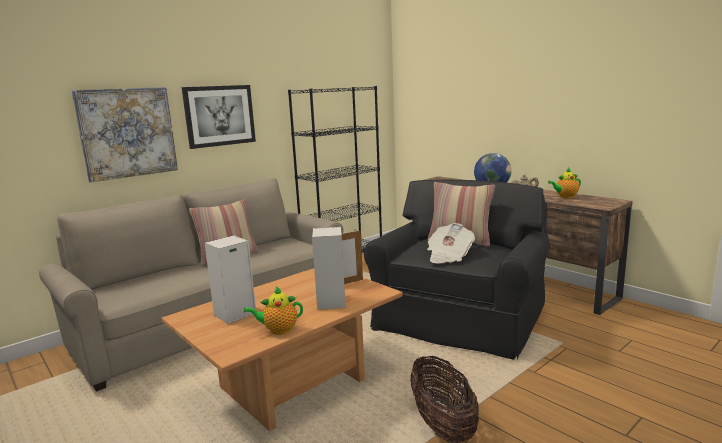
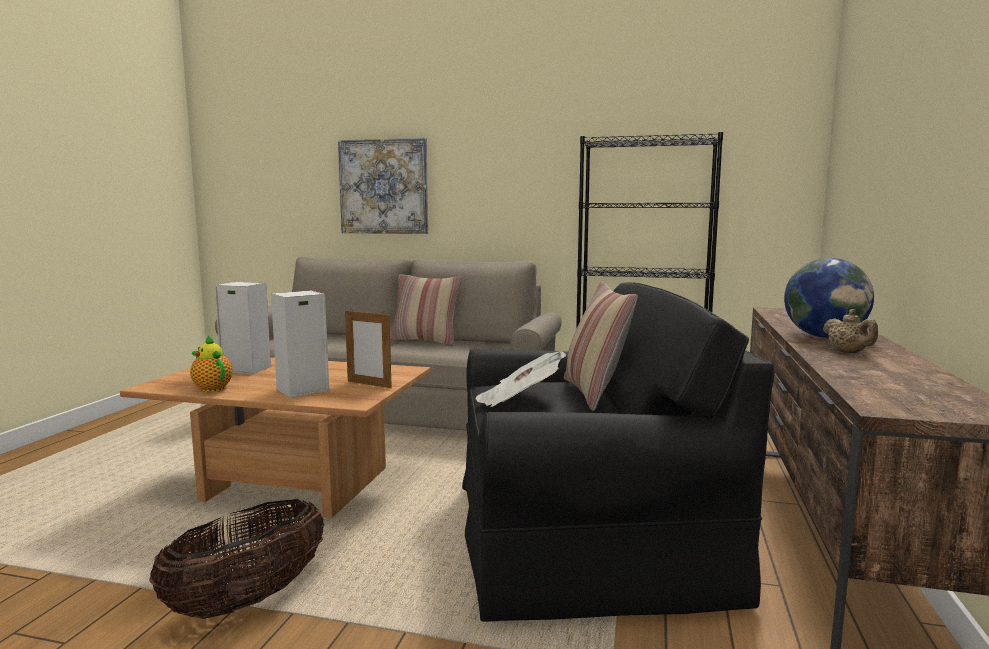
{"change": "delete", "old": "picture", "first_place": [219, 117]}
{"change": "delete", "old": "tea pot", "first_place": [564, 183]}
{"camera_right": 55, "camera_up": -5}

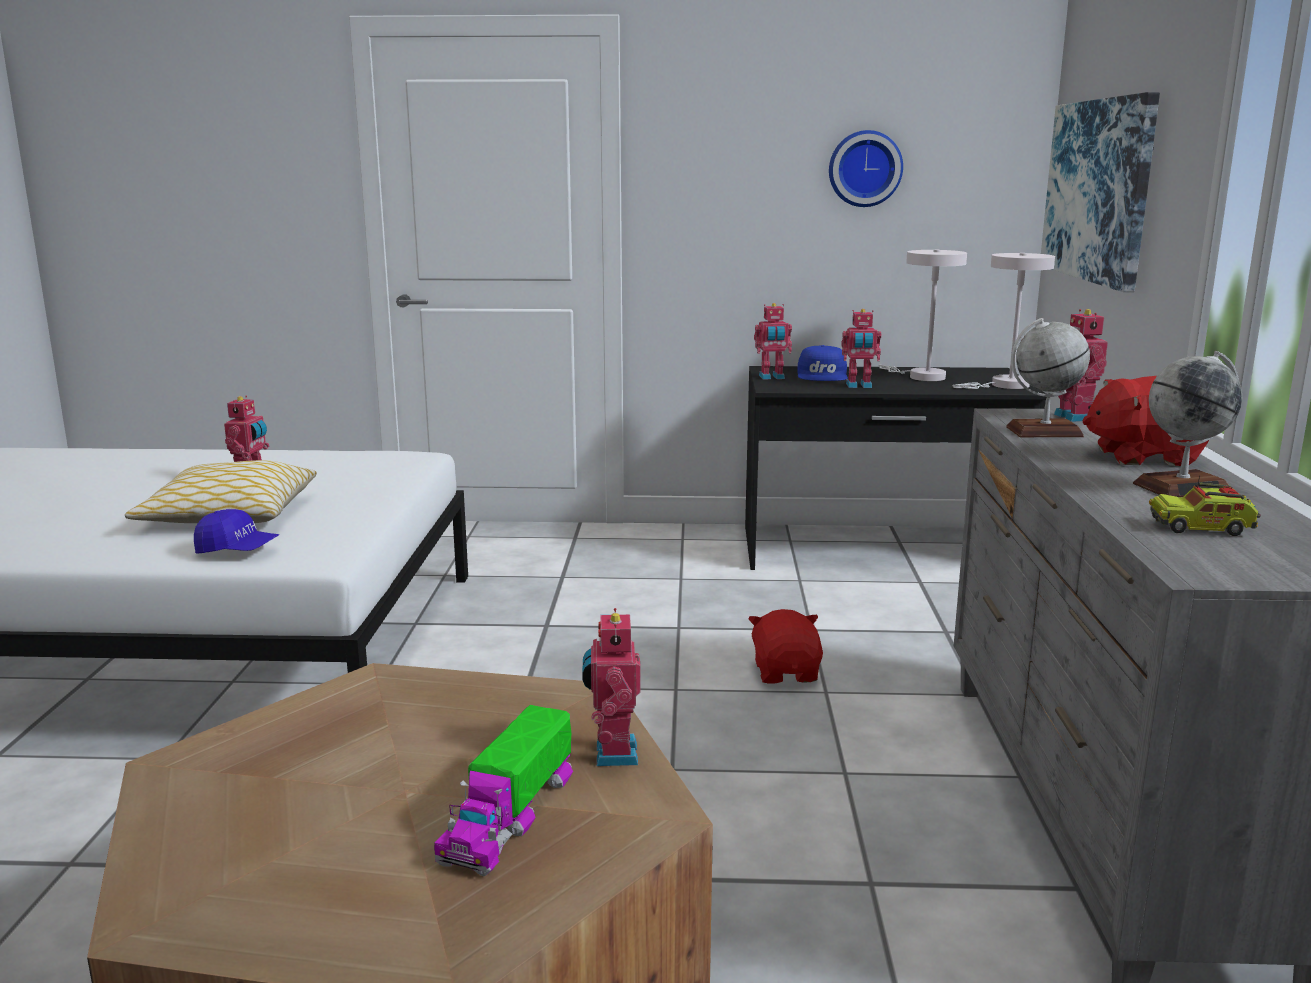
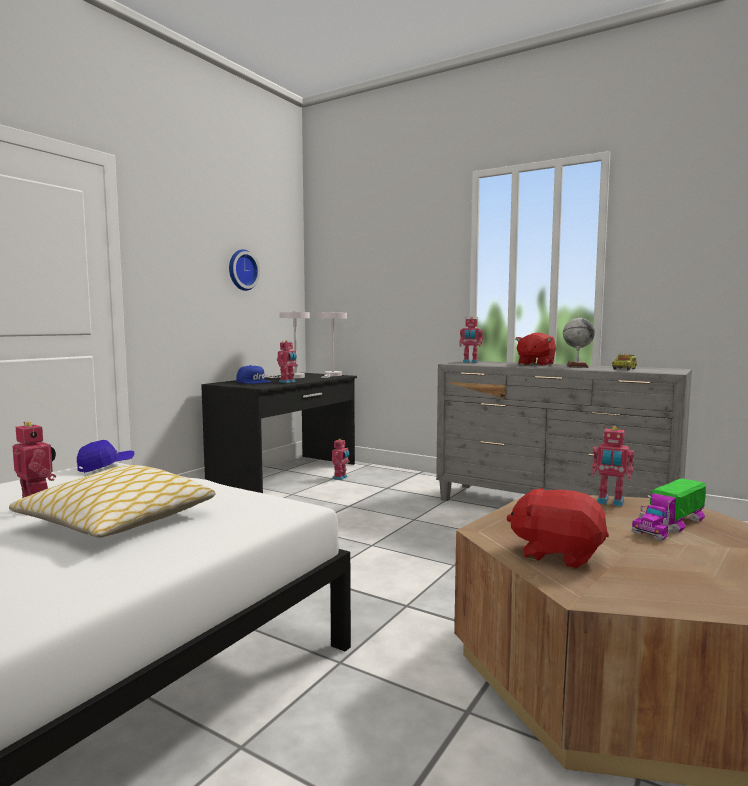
{"change": "delete", "old": "picture", "first_place": [1100, 192]}
{"change": "move", "old": "robot figure", "first_place": [773, 341], "second_place": [341, 459]}
{"change": "delete", "old": "world globe", "first_place": [1048, 377]}
{"change": "move", "old": "peaked cap in blue-coloured", "first_place": [236, 531], "second_place": [106, 456]}
{"change": "move", "old": "cuddly toy in red", "first_place": [785, 646], "second_place": [557, 528]}
{"change": "rotate", "old": "toy truck", "first_place": [503, 790], "second_place": [669, 509], "degrees": 90}
{"camera_right": -60, "camera_up": -10}

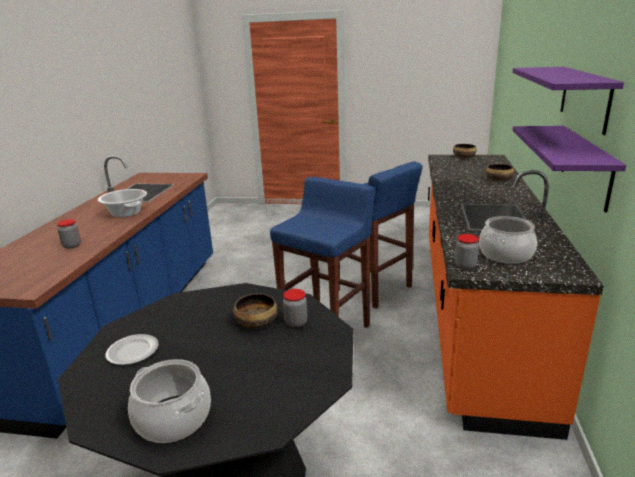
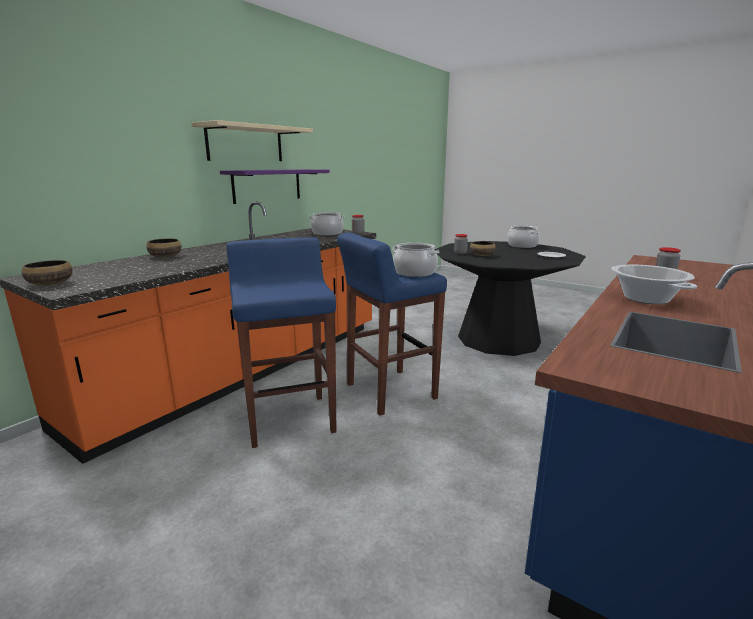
{"change": "recolor", "old": "wall shelf in purple", "new": "wall shelf in beige-coloured", "first_place": [568, 101], "second_place": [252, 140]}
{"change": "insert", "new": "saucepot", "second_place": [416, 260]}
{"camera_right": -155, "camera_up": -5}

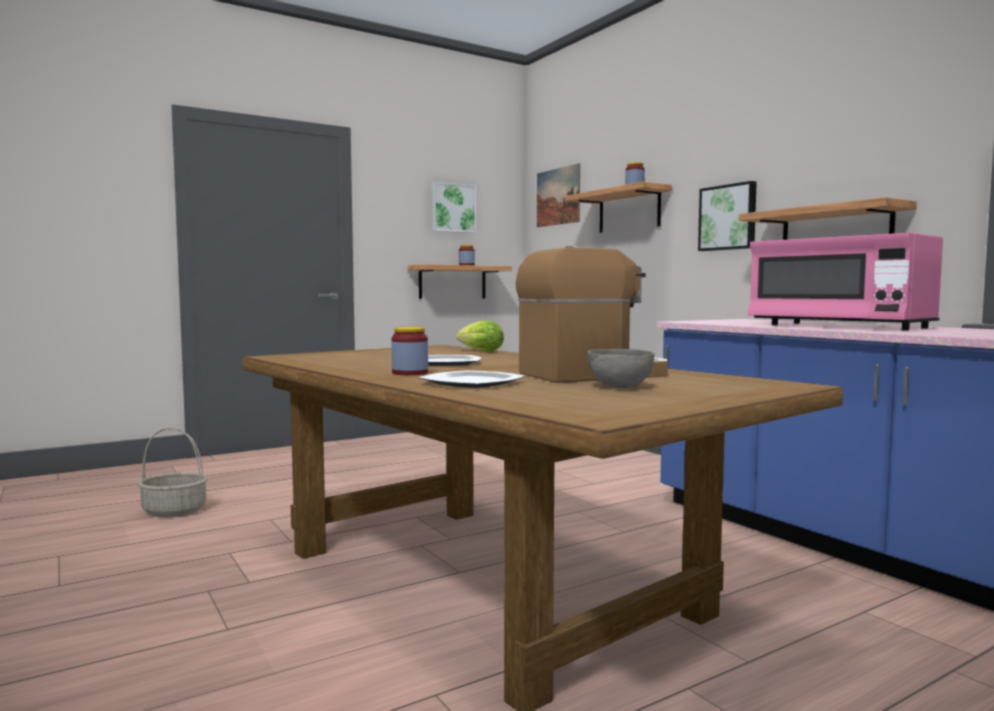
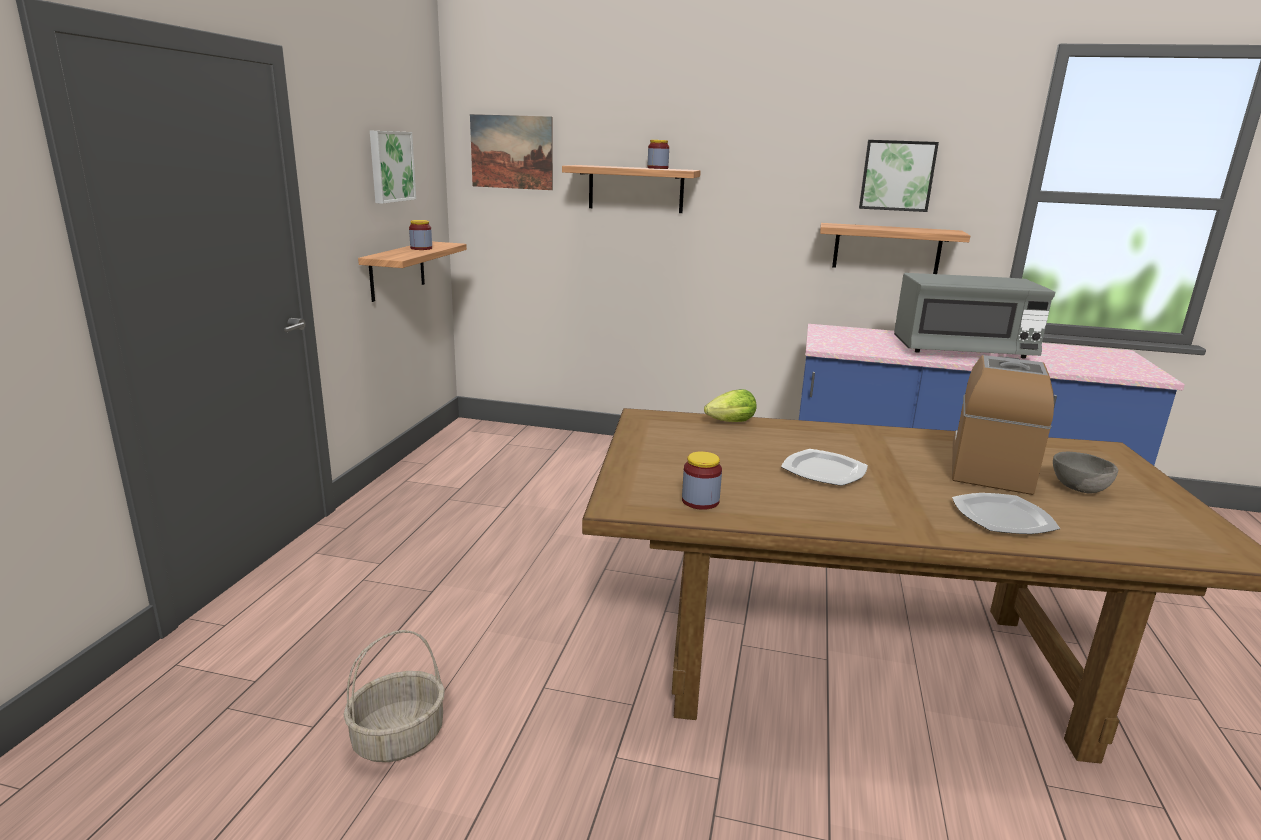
{"change": "move", "old": "picture", "first_place": [727, 216], "second_place": [899, 176]}
{"change": "recolor", "old": "kitchen microwave in pink-coloured", "new": "kitchen microwave in gray", "first_place": [845, 281], "second_place": [974, 316]}
{"change": "move", "old": "jar", "first_place": [409, 351], "second_place": [702, 480]}
{"camera_right": -45, "camera_up": 15}

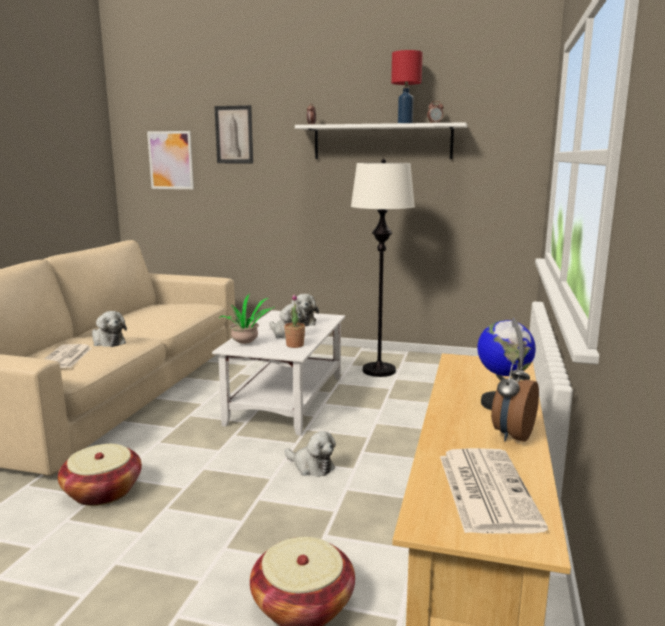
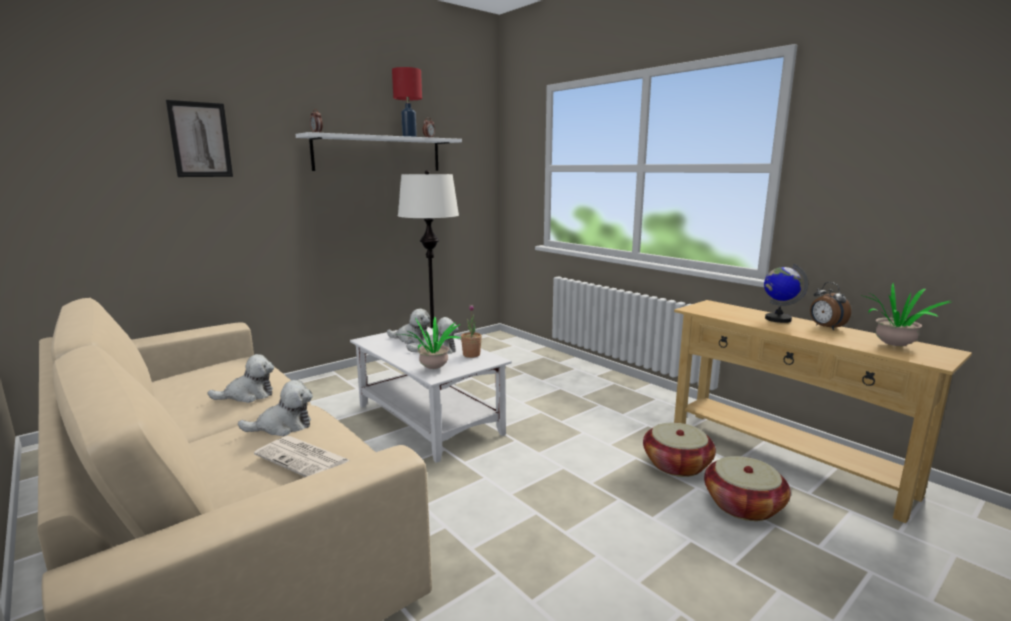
{"change": "delete", "old": "picture", "first_place": [170, 160]}
{"change": "move", "old": "cuddly toy", "first_place": [310, 454], "second_place": [240, 378]}
{"change": "move", "old": "storage basket", "first_place": [100, 475], "second_place": [679, 450]}
{"change": "replace", "old": "printed paper", "new": "plant in a pot", "first_place": [494, 491], "second_place": [905, 314]}
{"camera_right": -55, "camera_up": 0}

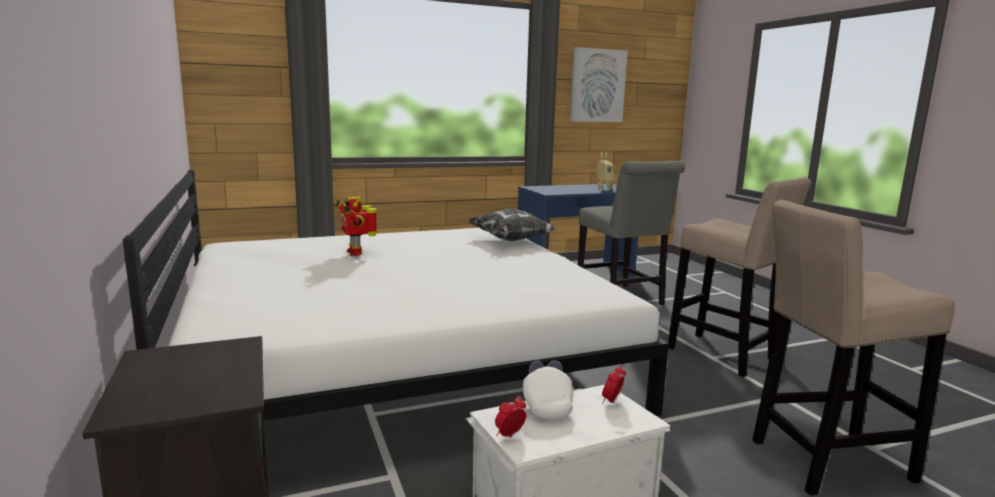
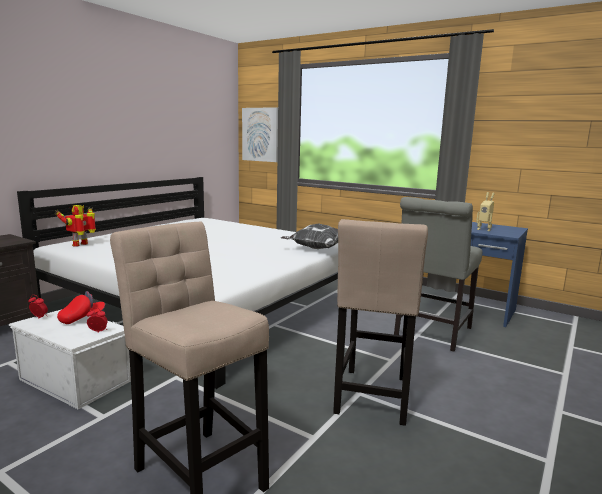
{"change": "move", "old": "picture", "first_place": [598, 84], "second_place": [260, 134]}
{"change": "move", "old": "robot figure", "first_place": [356, 226], "second_place": [75, 226]}
{"change": "recolor", "old": "peaked cap in whitish", "new": "peaked cap in red", "first_place": [548, 390], "second_place": [81, 307]}
{"camera_right": 55, "camera_up": 0}

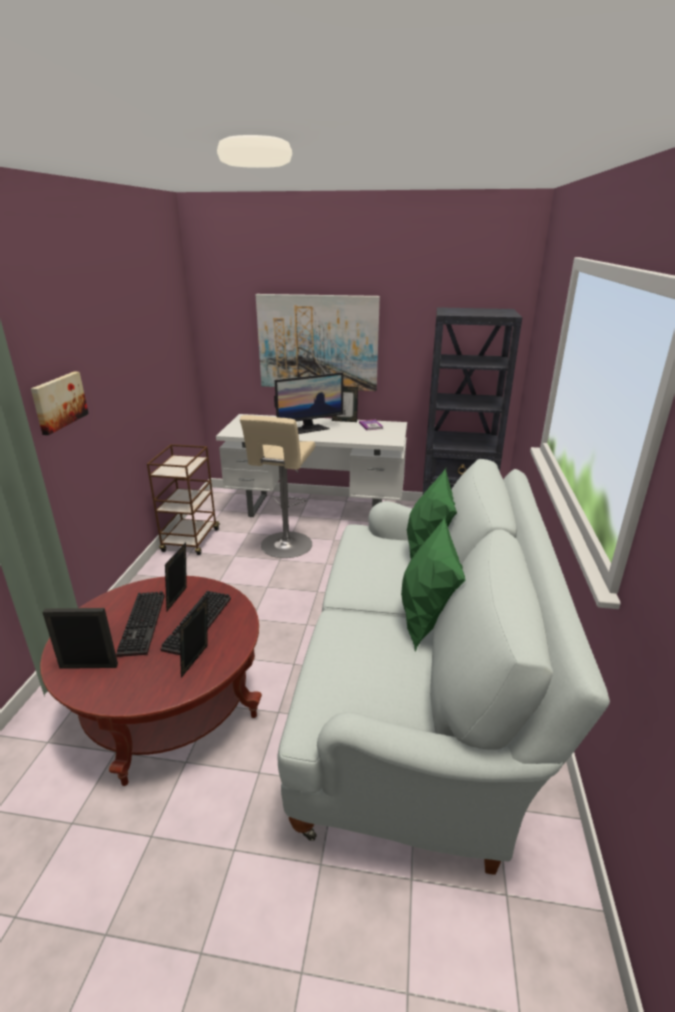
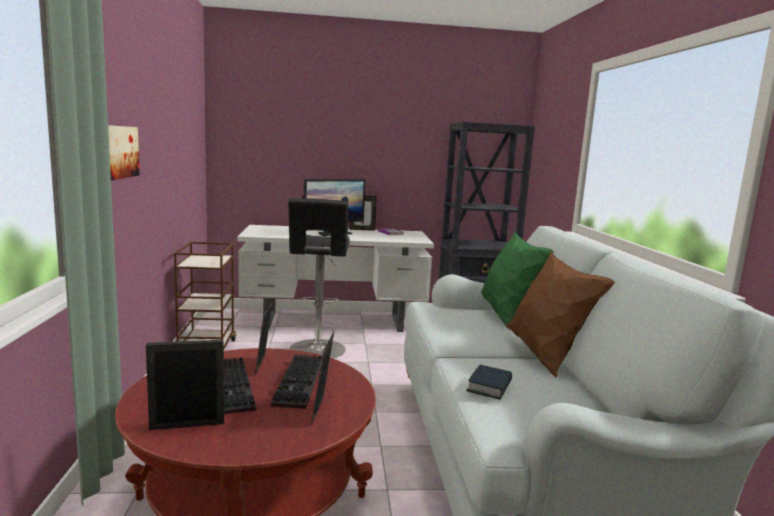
{"change": "delete", "old": "picture", "first_place": [318, 342]}
{"change": "recolor", "old": "sitting stool in beige-coloured", "new": "sitting stool in blackish", "first_place": [278, 486], "second_place": [319, 278]}
{"change": "recolor", "old": "pillow in green", "new": "pillow in brown", "first_place": [433, 583], "second_place": [560, 314]}
{"change": "insert", "new": "volume", "second_place": [489, 382]}
{"camera_right": -15, "camera_up": -15}

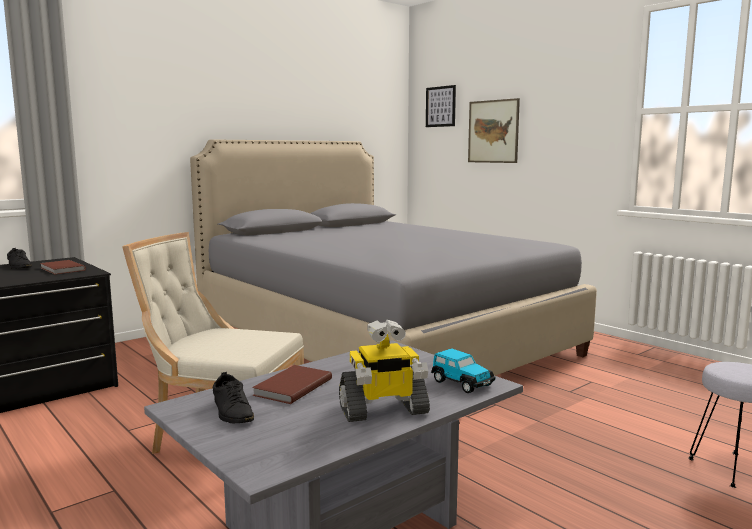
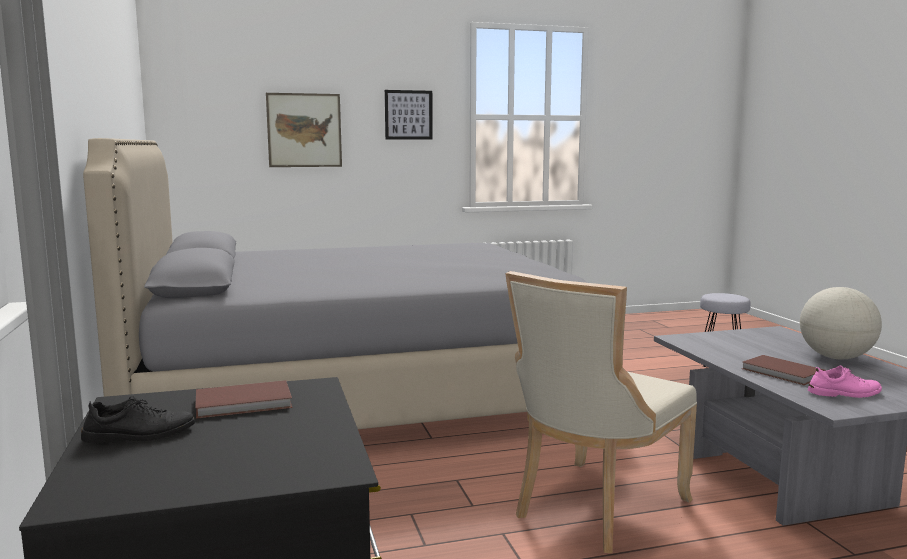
{"change": "move", "old": "picture", "first_place": [441, 106], "second_place": [409, 115]}
{"change": "replace", "old": "robot figure", "new": "world globe", "first_place": [384, 370], "second_place": [841, 323]}
{"change": "delete", "old": "miniature car", "first_place": [463, 370]}
{"change": "recolor", "old": "low shoe in blackish", "new": "low shoe in pink-coloured", "first_place": [233, 397], "second_place": [845, 382]}
{"camera_right": -65, "camera_up": 0}

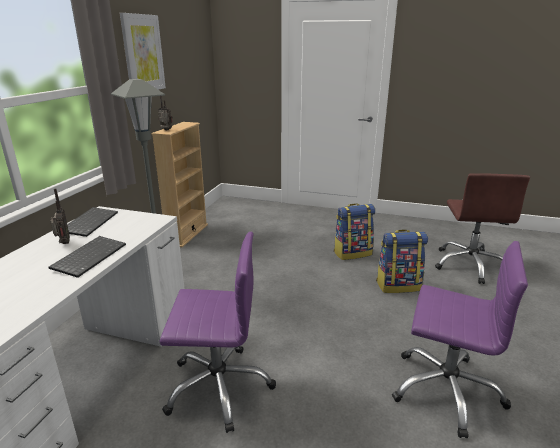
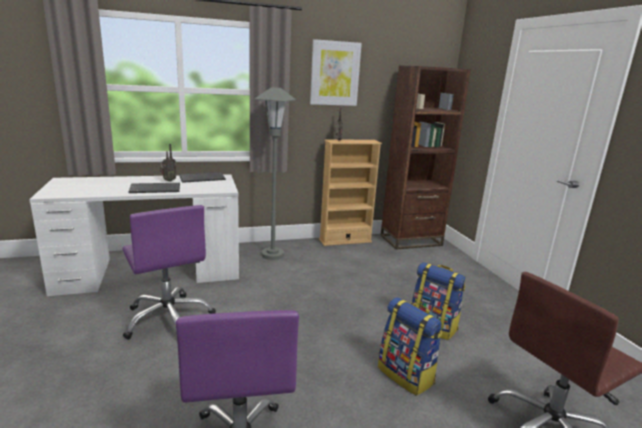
{"change": "insert", "new": "shelving unit in brown", "second_place": [425, 157]}
{"camera_right": 55, "camera_up": -5}

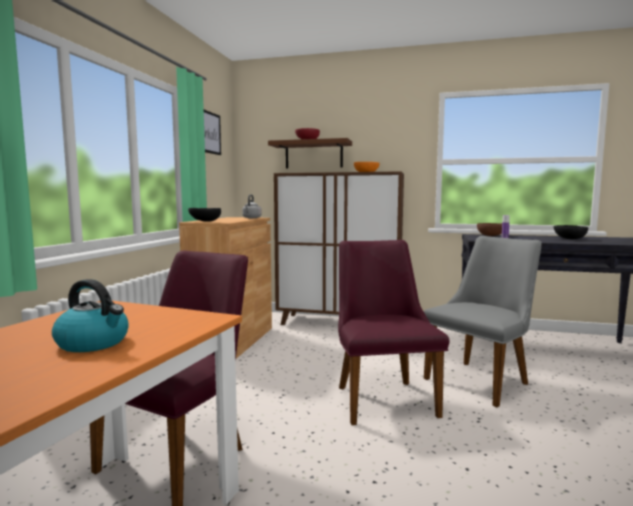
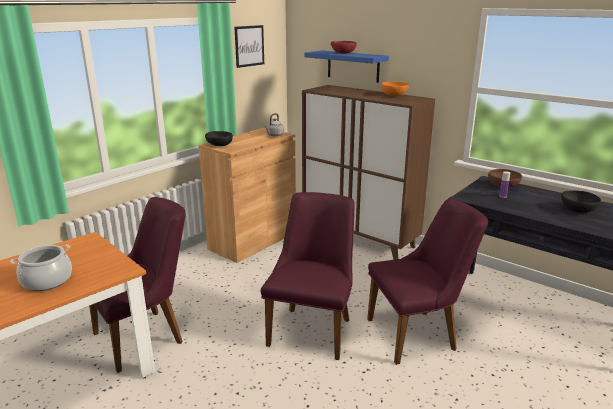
{"change": "recolor", "old": "wall shelf in brown", "new": "wall shelf in blue-coloured", "first_place": [310, 153], "second_place": [346, 66]}
{"change": "recolor", "old": "plain chair in gray", "new": "plain chair in purple", "first_place": [483, 321], "second_place": [427, 282]}
{"change": "replace", "old": "water kettle", "new": "saucepot", "first_place": [90, 315], "second_place": [41, 267]}
{"camera_right": 25, "camera_up": 15}

